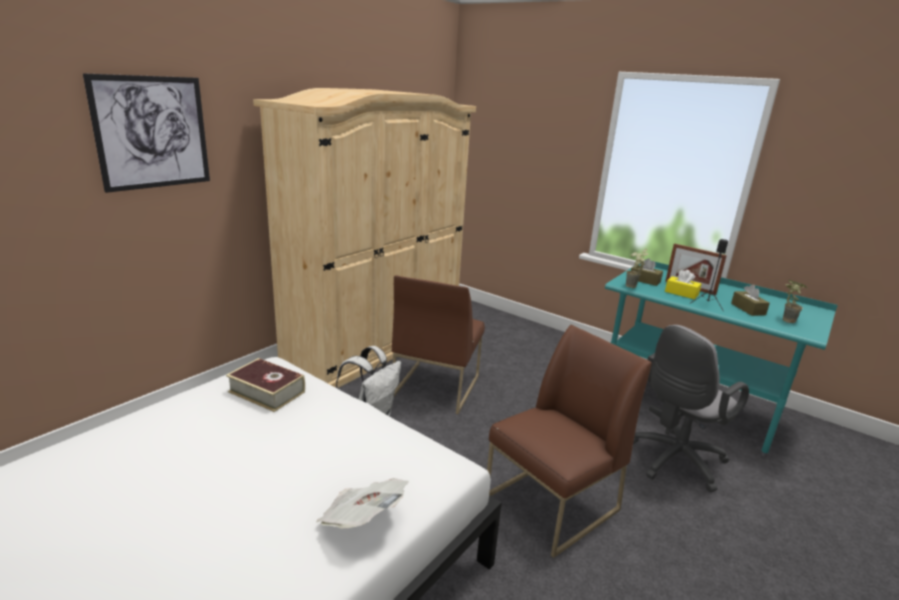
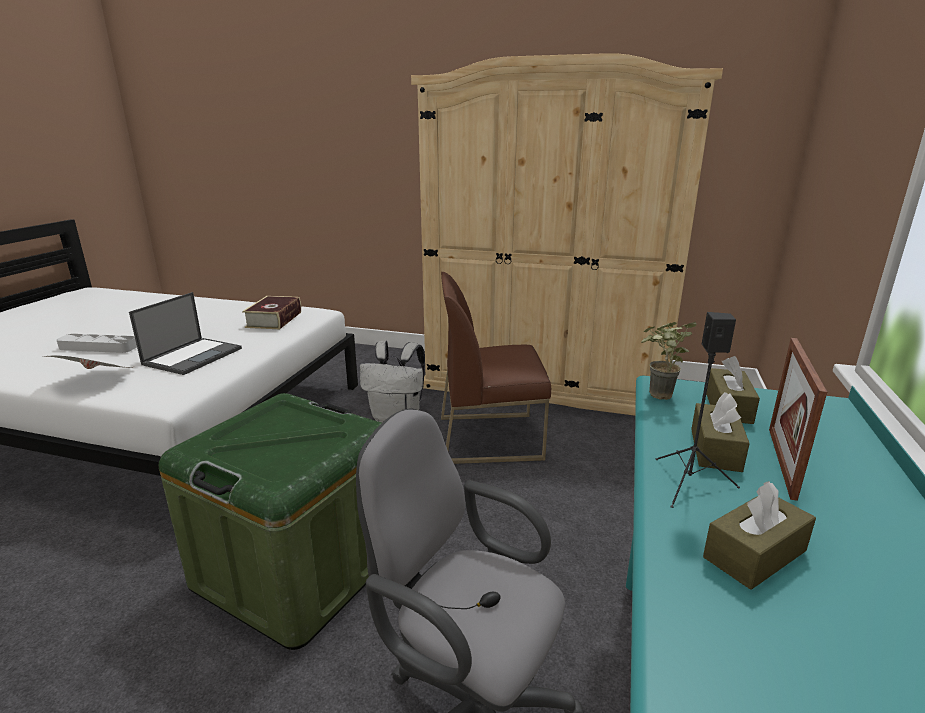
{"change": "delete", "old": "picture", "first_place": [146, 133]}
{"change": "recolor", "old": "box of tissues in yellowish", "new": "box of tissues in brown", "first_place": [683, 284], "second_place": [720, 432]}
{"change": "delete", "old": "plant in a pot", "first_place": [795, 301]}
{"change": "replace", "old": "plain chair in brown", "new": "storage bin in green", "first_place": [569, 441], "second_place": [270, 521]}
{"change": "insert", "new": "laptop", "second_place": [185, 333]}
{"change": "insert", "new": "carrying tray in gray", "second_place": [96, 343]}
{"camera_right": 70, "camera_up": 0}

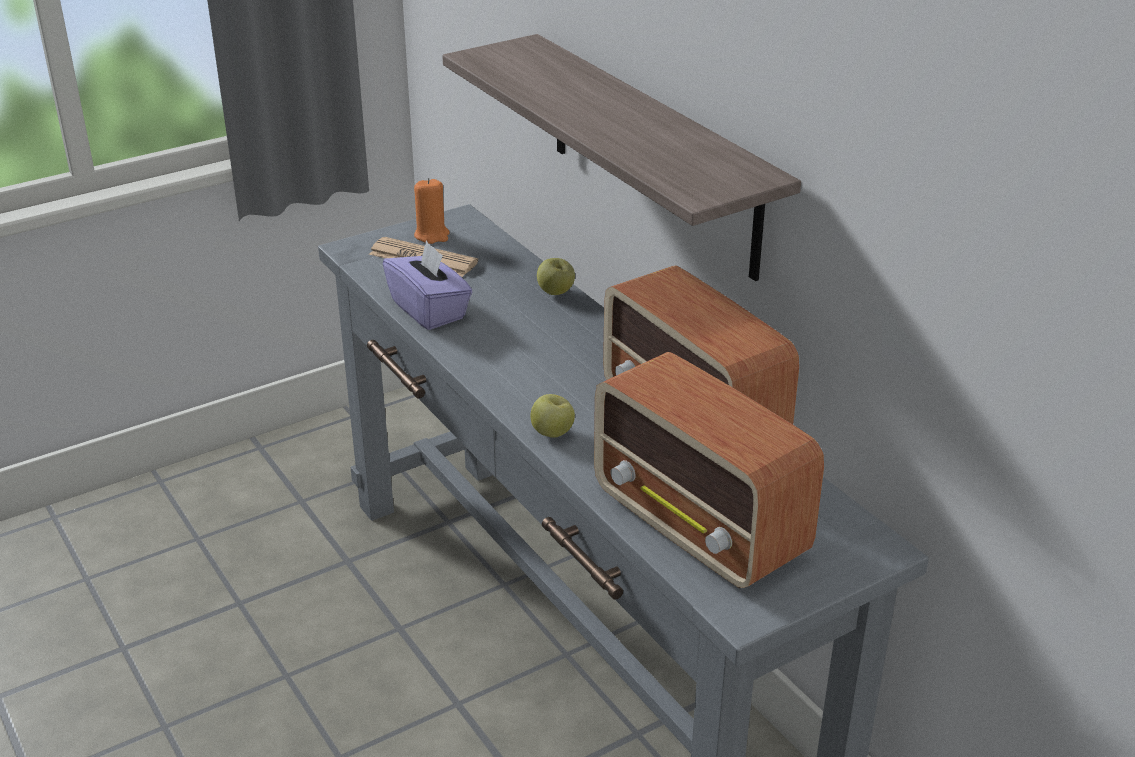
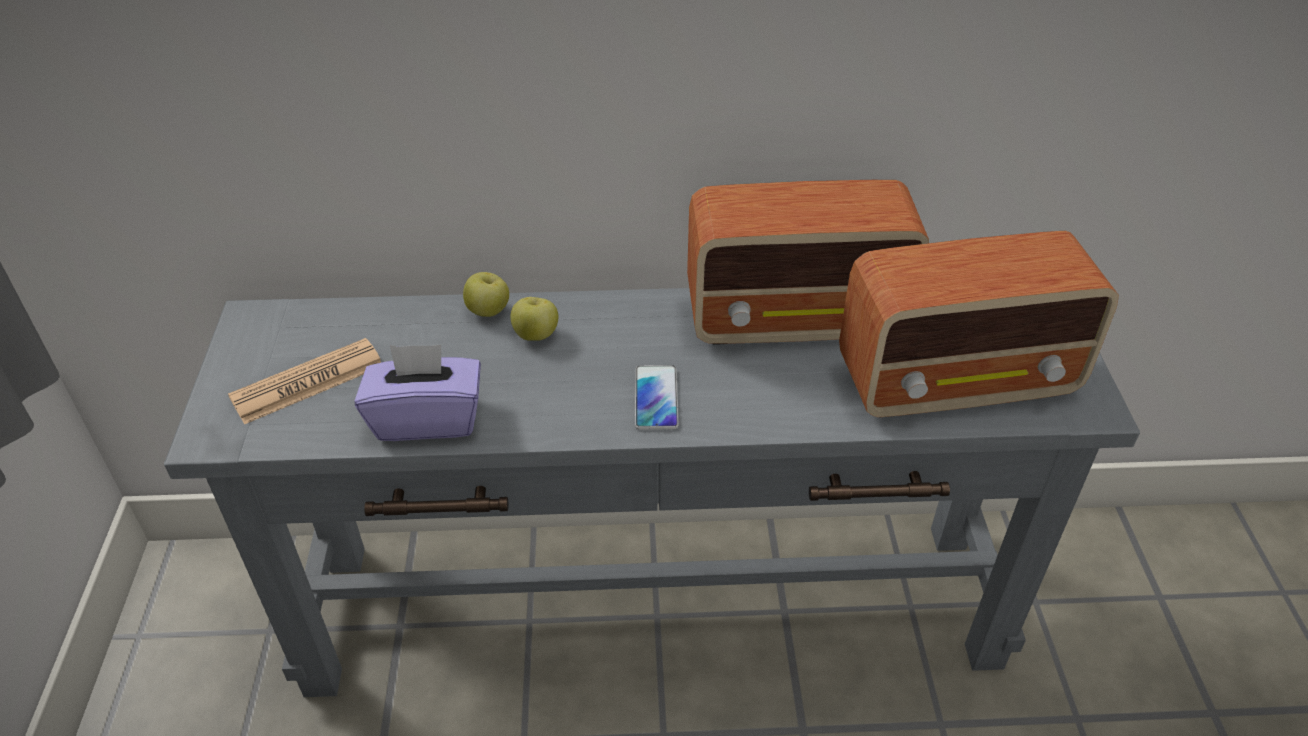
{"change": "delete", "old": "wall shelf", "first_place": [621, 157]}
{"change": "delete", "old": "wax candle in orangey", "first_place": [432, 211]}
{"change": "move", "old": "apple", "first_place": [553, 416], "second_place": [534, 319]}
{"change": "insert", "new": "telephone", "second_place": [657, 397]}
{"camera_right": -60, "camera_up": 10}

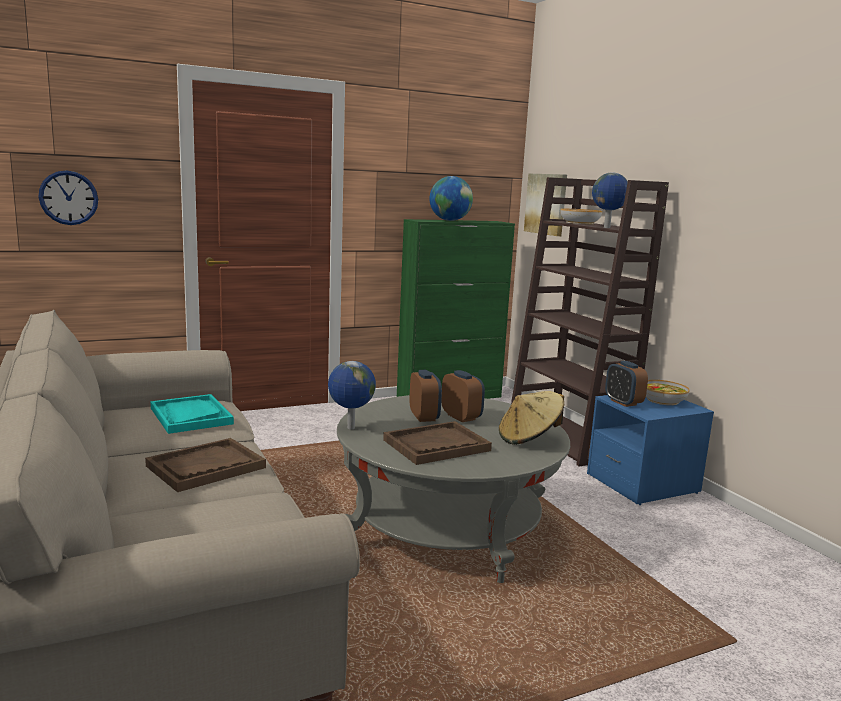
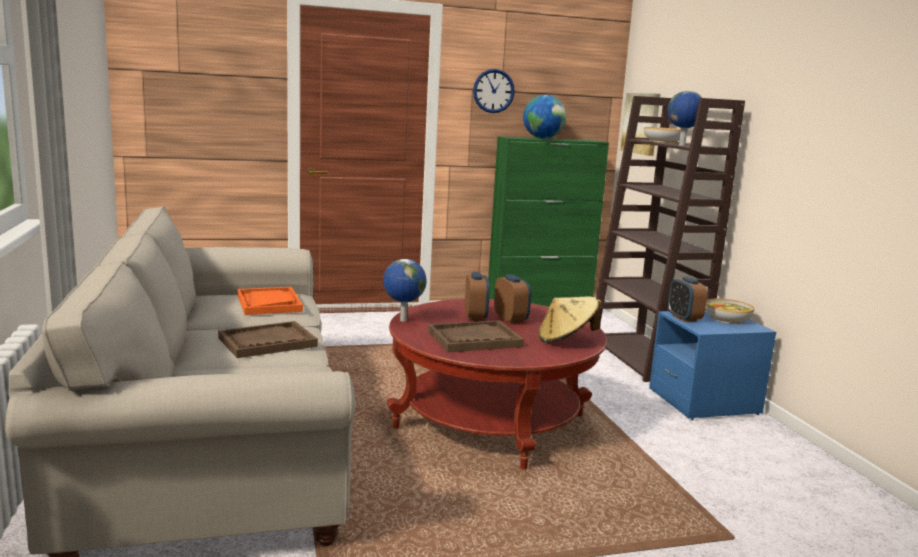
{"change": "move", "old": "wall clock", "first_place": [68, 197], "second_place": [494, 91]}
{"change": "recolor", "old": "carrying tray in turquoise", "new": "carrying tray in orangey", "first_place": [192, 414], "second_place": [270, 301]}
{"change": "recolor", "old": "coffee table in gray", "new": "coffee table in red", "first_place": [453, 489], "second_place": [497, 384]}
{"camera_right": 10, "camera_up": 0}

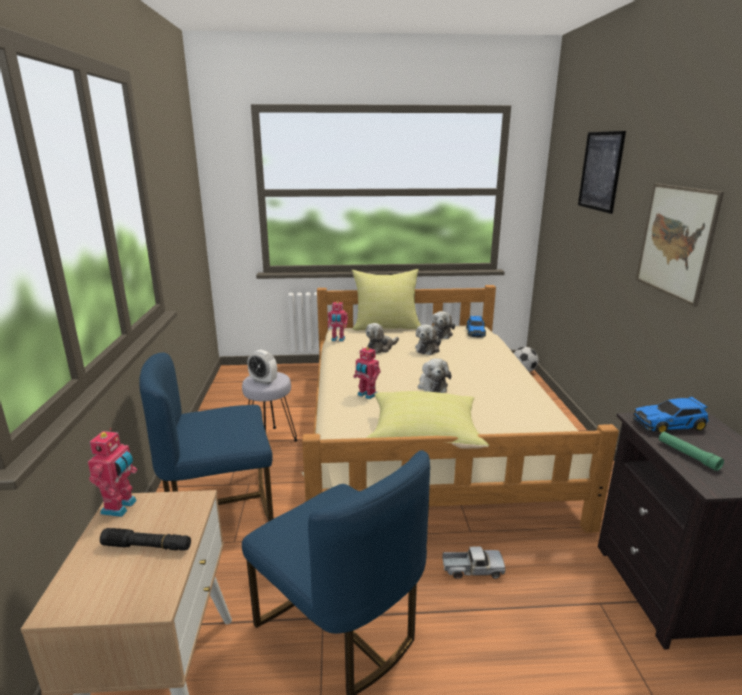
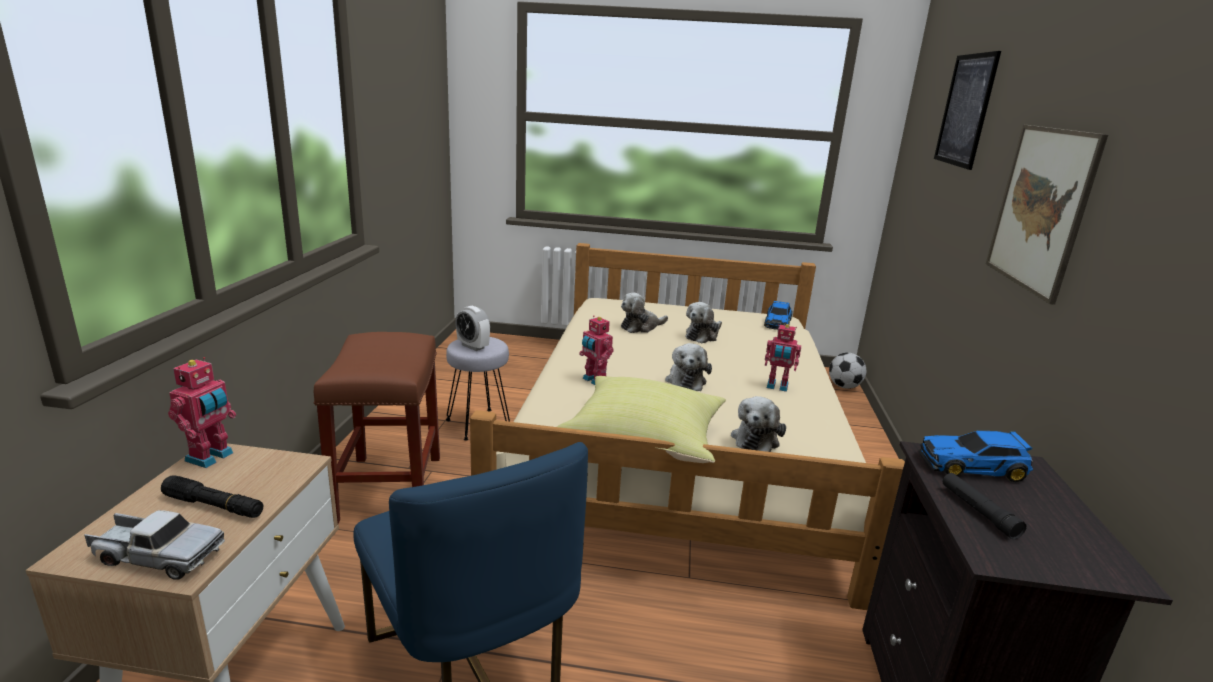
{"change": "delete", "old": "pillow in yellowish", "first_place": [386, 300]}
{"change": "move", "old": "robot figure", "first_place": [338, 321], "second_place": [783, 358]}
{"change": "move", "old": "cuddly toy", "first_place": [443, 325], "second_place": [758, 424]}
{"change": "replace", "old": "plain chair in blue-coloured", "new": "sitting stool in brown", "first_place": [206, 437], "second_place": [377, 428]}
{"change": "recolor", "old": "torch in green", "new": "torch in blackish", "first_place": [691, 451], "second_place": [985, 506]}
{"change": "move", "old": "toy truck", "first_place": [473, 562], "second_place": [154, 545]}
{"camera_right": 10, "camera_up": 0}

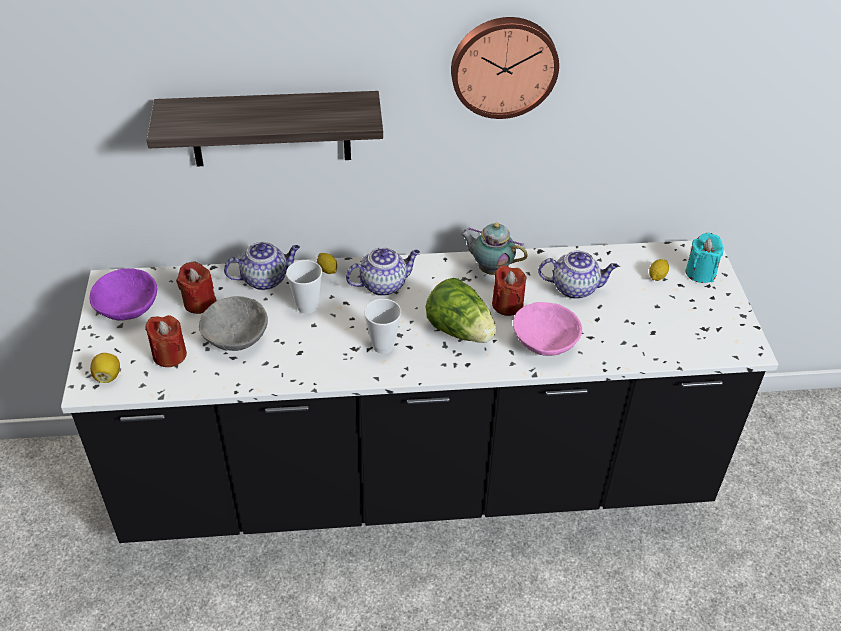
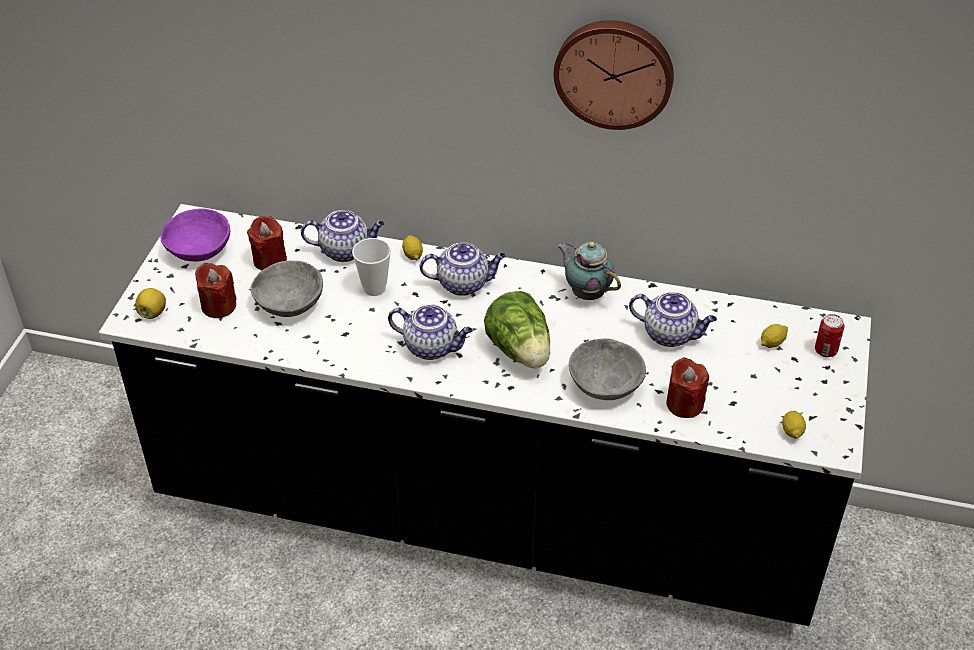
{"change": "delete", "old": "wall shelf", "first_place": [264, 129]}
{"change": "replace", "old": "wax candle in turquoise", "new": "can", "first_place": [704, 258], "second_place": [830, 335]}
{"change": "move", "old": "wax candle in red", "first_place": [509, 290], "second_place": [687, 387]}
{"change": "replace", "old": "small cup", "new": "tea pot", "first_place": [382, 326], "second_place": [430, 332]}
{"change": "recolor", "old": "deep dish in pink-coloured", "new": "deep dish in gray", "first_place": [547, 329], "second_place": [607, 369]}
{"change": "insert", "new": "lemon", "second_place": [794, 425]}
{"camera_right": 20, "camera_up": 0}

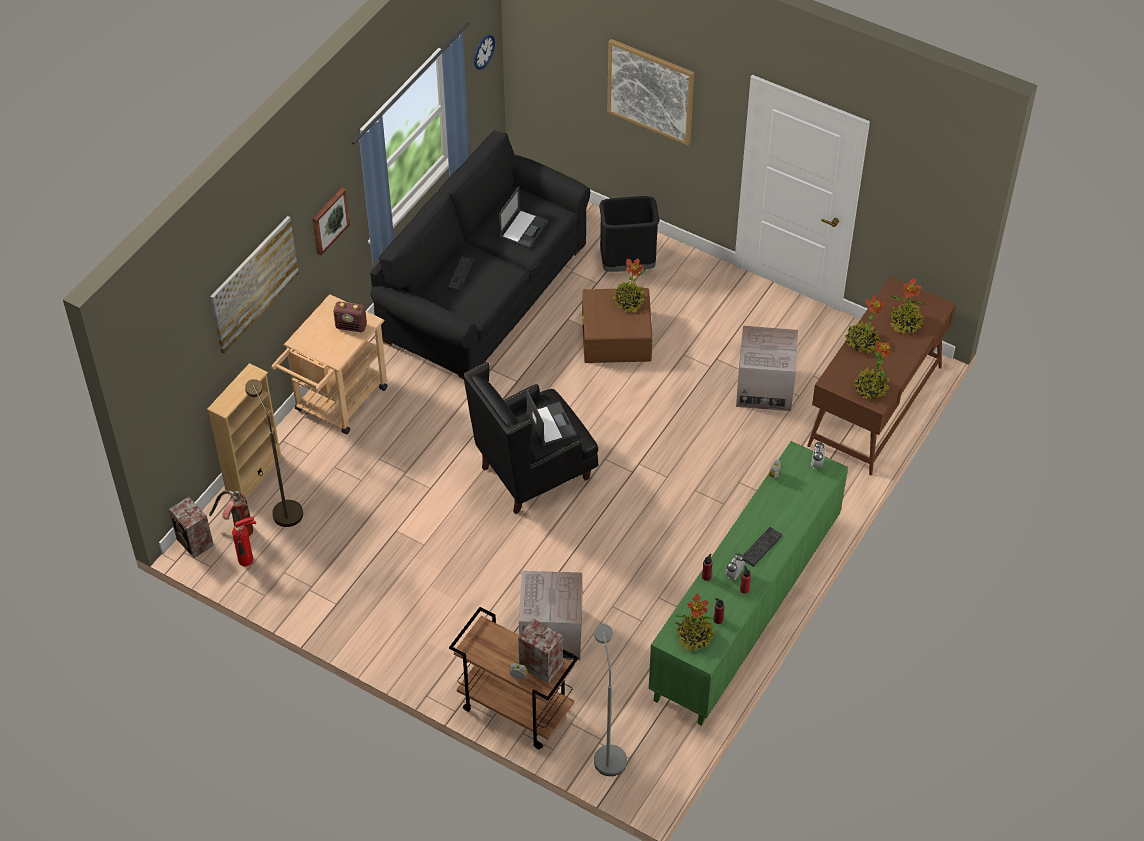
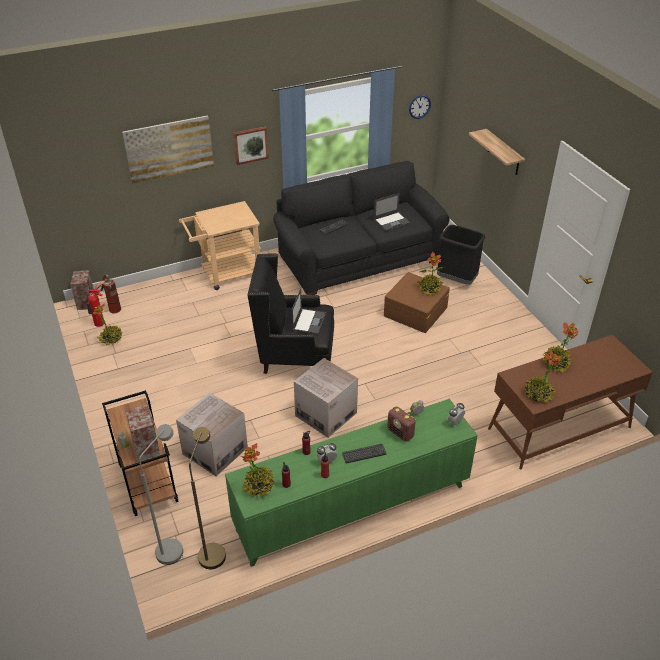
{"change": "replace", "old": "picture", "new": "wall shelf", "first_place": [651, 92], "second_place": [497, 152]}
{"change": "move", "old": "plant in a pot", "first_place": [907, 306], "second_place": [107, 324]}
{"change": "move", "old": "radio", "first_place": [350, 317], "second_place": [401, 424]}
{"change": "move", "old": "carton", "first_place": [767, 368], "second_place": [326, 398]}
{"change": "delete", "old": "shelving unit in beige-coloured", "first_place": [245, 430]}
{"change": "move", "old": "standard lamp in brown", "first_place": [274, 453], "second_place": [207, 498]}
{"camera_right": 35, "camera_up": -10}

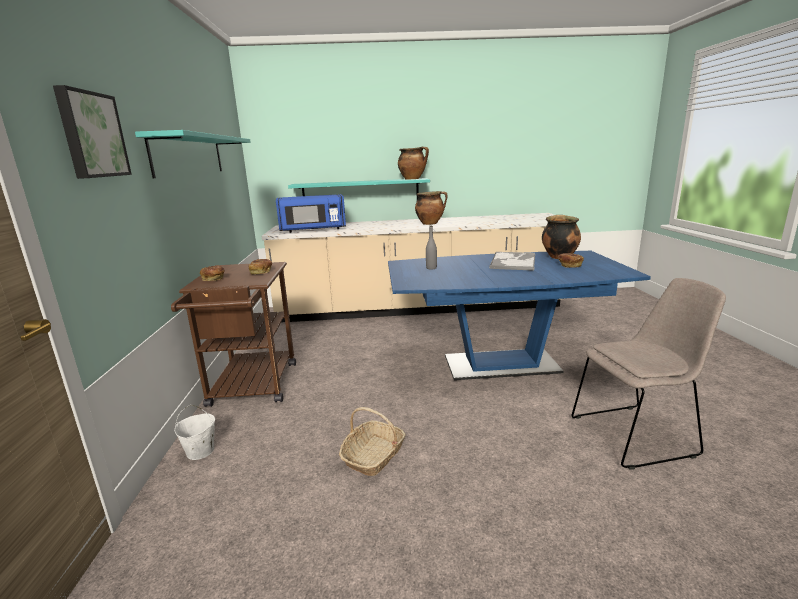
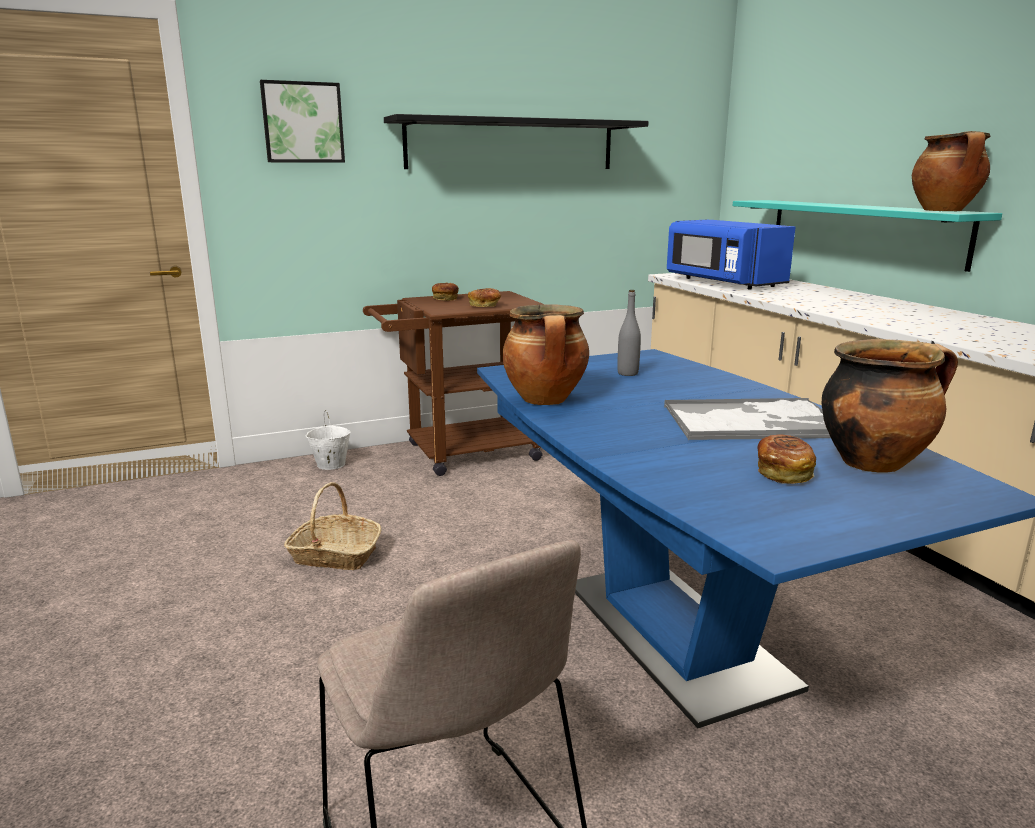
{"change": "recolor", "old": "wall shelf in turquoise", "new": "wall shelf in blackish", "first_place": [193, 154], "second_place": [516, 141]}
{"change": "move", "old": "saucepot", "first_place": [431, 208], "second_place": [546, 354]}
{"camera_right": 70, "camera_up": 0}

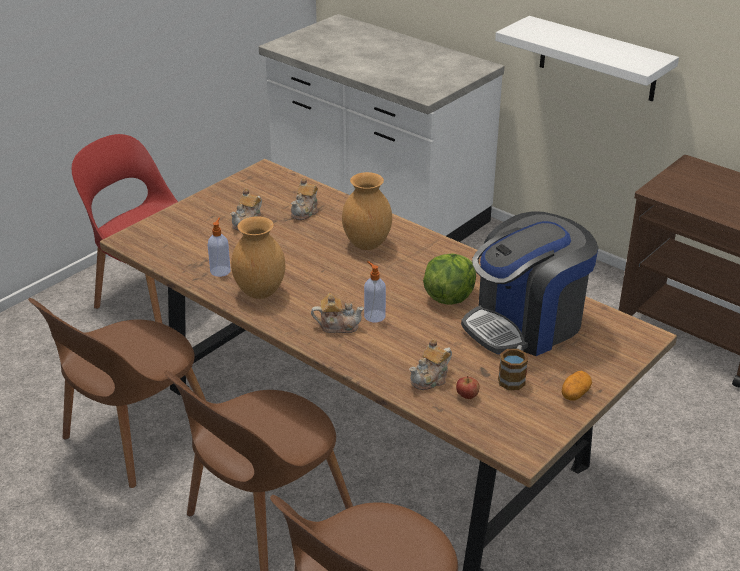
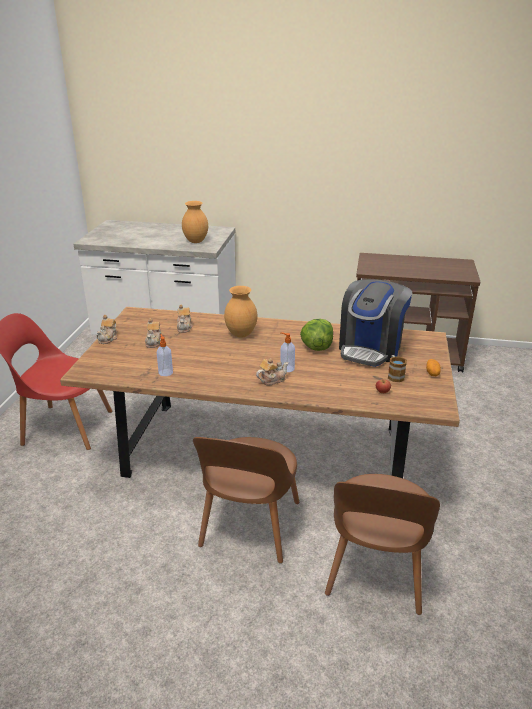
{"change": "delete", "old": "wall shelf in whitish", "first_place": [587, 58]}
{"change": "move", "old": "flower vase in brown", "first_place": [258, 257], "second_place": [195, 222]}
{"change": "delete", "old": "plain chair in brown", "first_place": [117, 393]}
{"change": "move", "old": "tea pot", "first_place": [430, 364], "second_place": [107, 329]}
{"camera_right": -30, "camera_up": -5}

